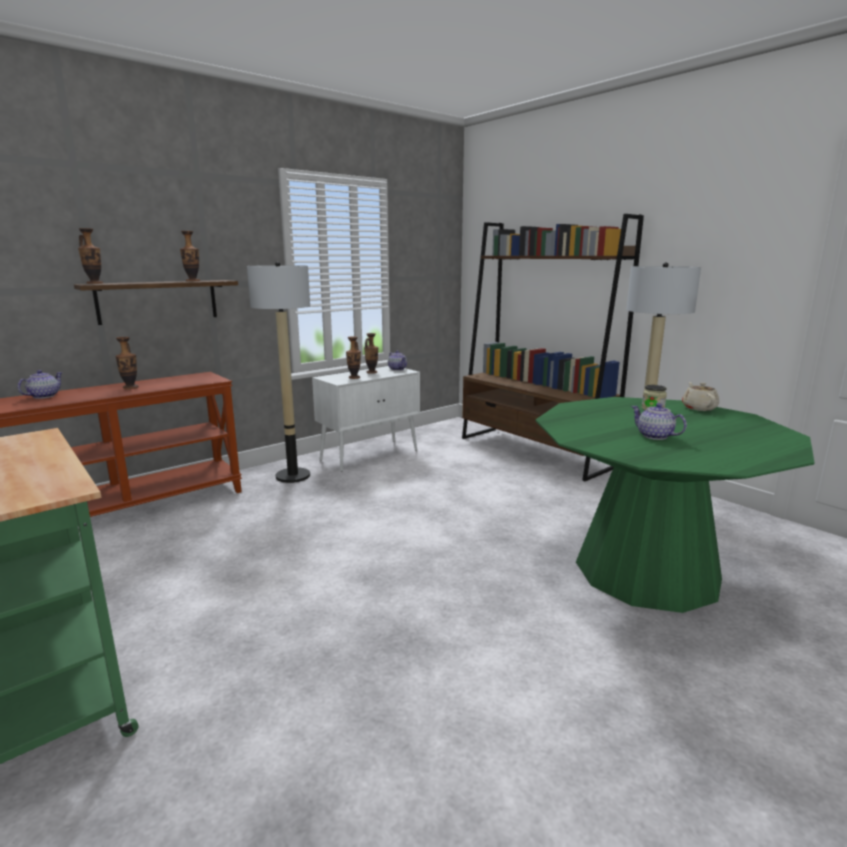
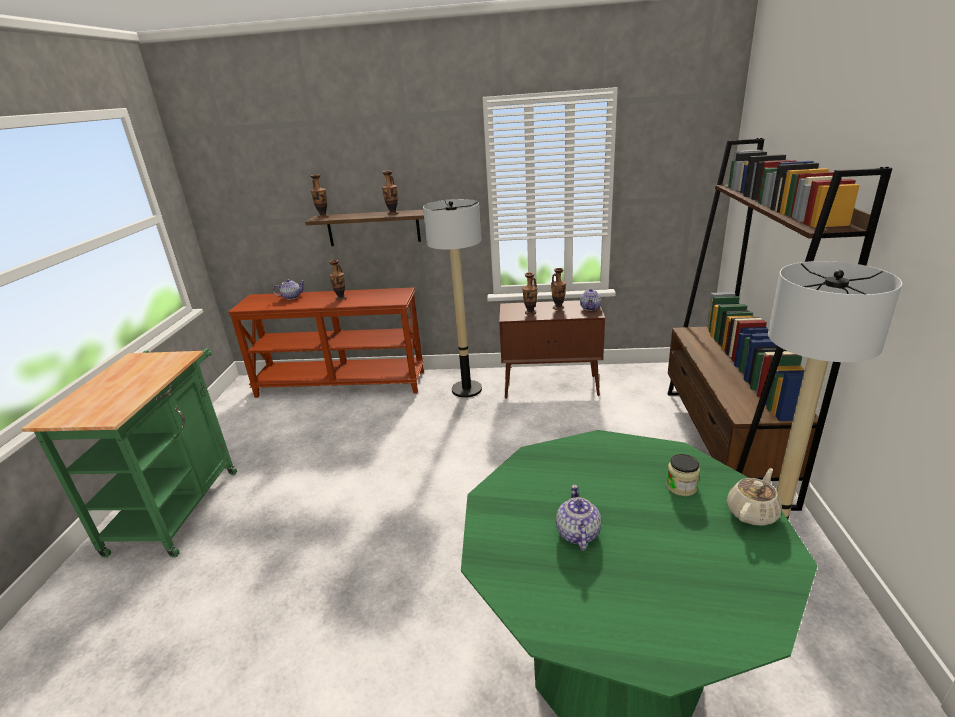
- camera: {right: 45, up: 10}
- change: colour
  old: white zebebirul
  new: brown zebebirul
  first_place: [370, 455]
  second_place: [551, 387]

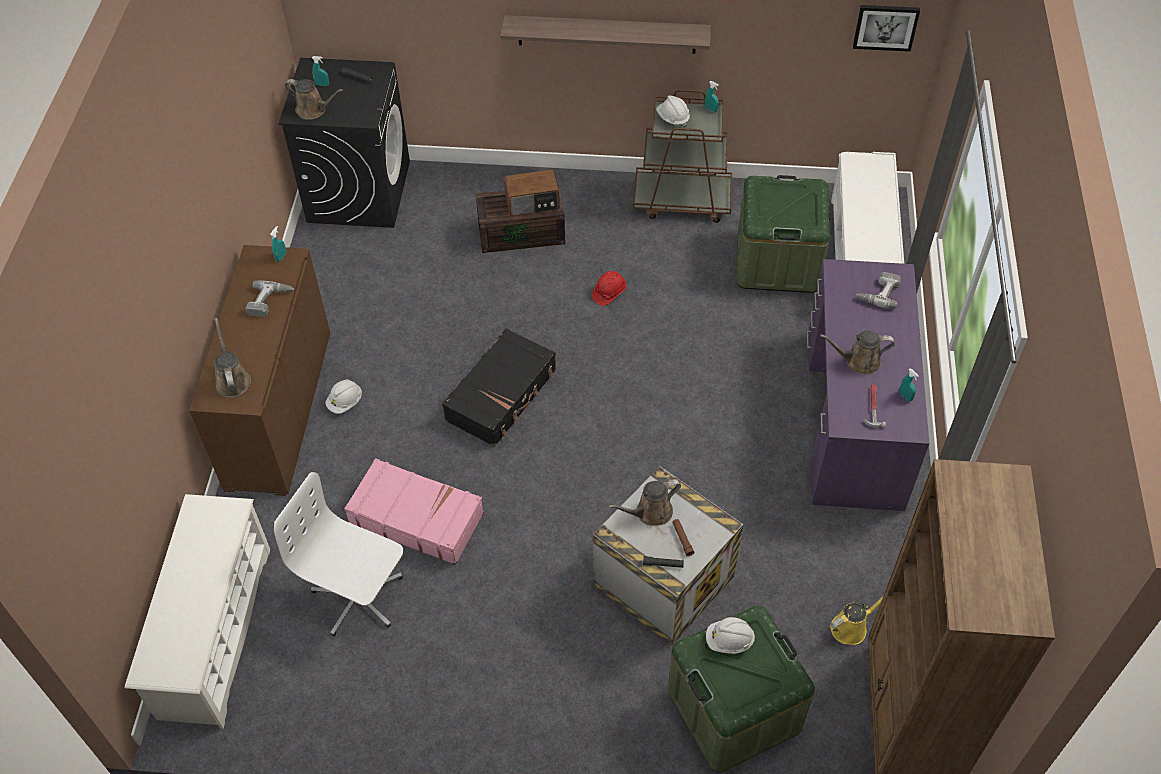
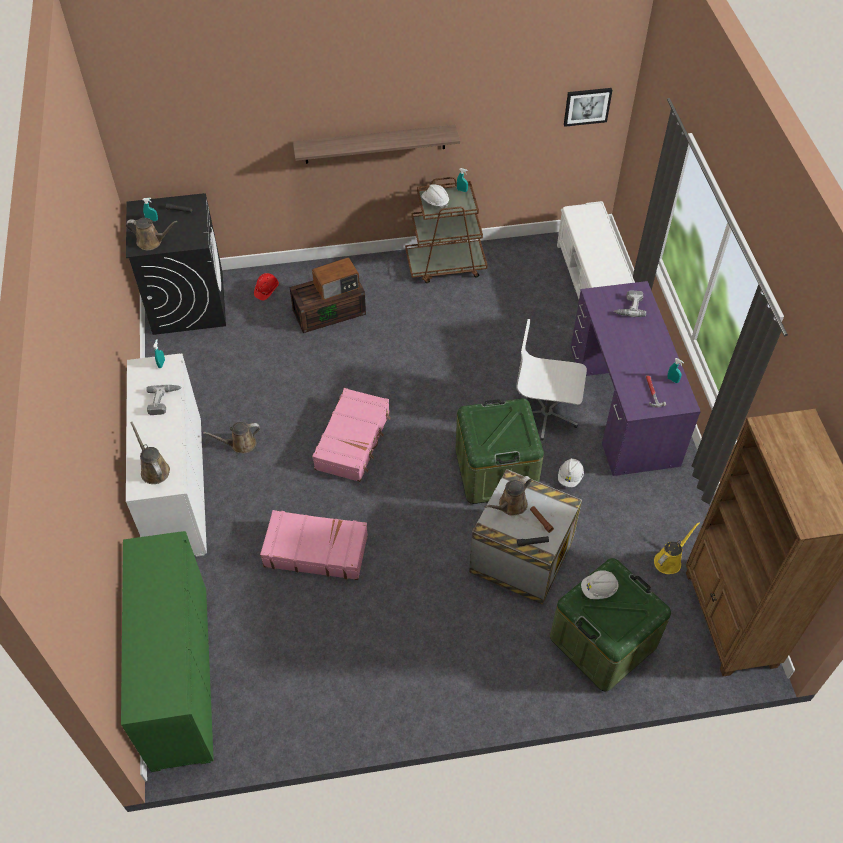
- camera: {right: -15, up: 0}
- change: relocated
  old: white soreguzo
  first_place: [358, 598]
  second_place: [546, 414]
- change: relocated
  old: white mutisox
  first_place: [345, 402]
  second_place: [570, 477]
- change: relocated
  old: red mutisox
  first_place: [609, 293]
  second_place: [266, 290]
- change: relocated
  old: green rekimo
  first_place: [777, 261]
  second_place: [495, 471]
- change: relocated
  old: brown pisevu
  first_place: [859, 361]
  second_place: [240, 444]
- change: exchanged
  old: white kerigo
  new: green zebebirul
  first_place: [215, 632]
  second_place: [180, 676]
- change: colour
  old: brown zebebirul
  new: white zebebirul
  first_place: [279, 410]
  second_place: [177, 488]
- change: colour
  old: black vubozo
  new: pink vubozo
  first_place: [502, 395]
  second_place: [353, 441]

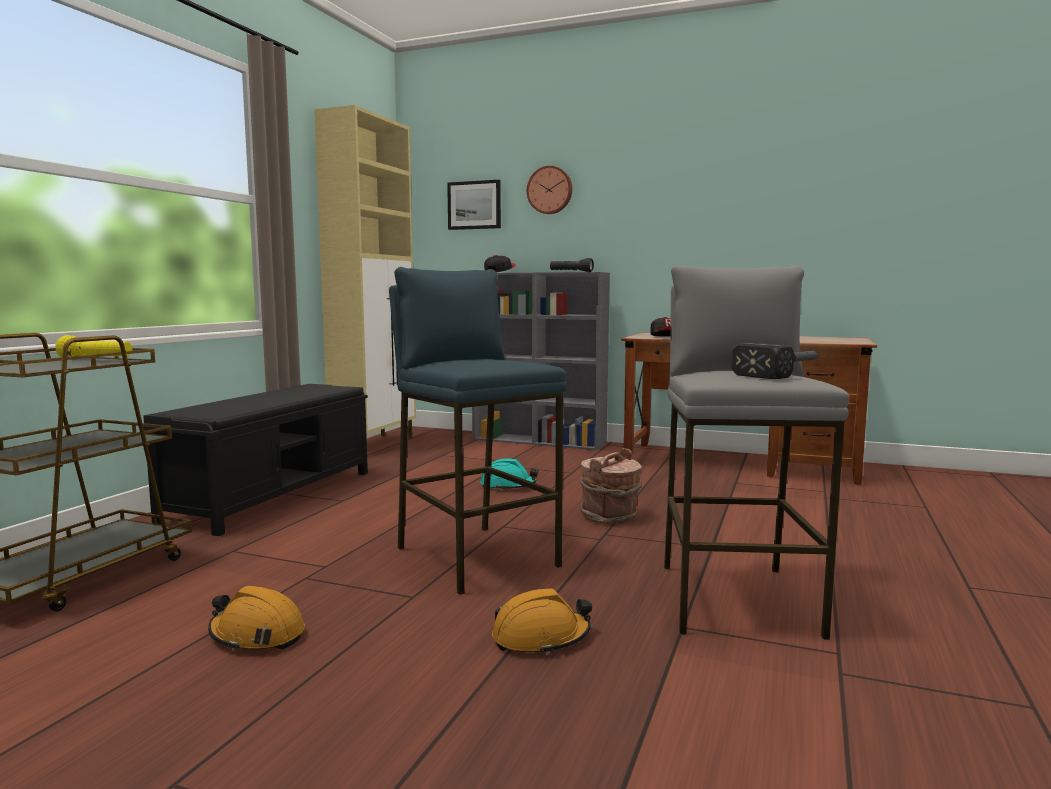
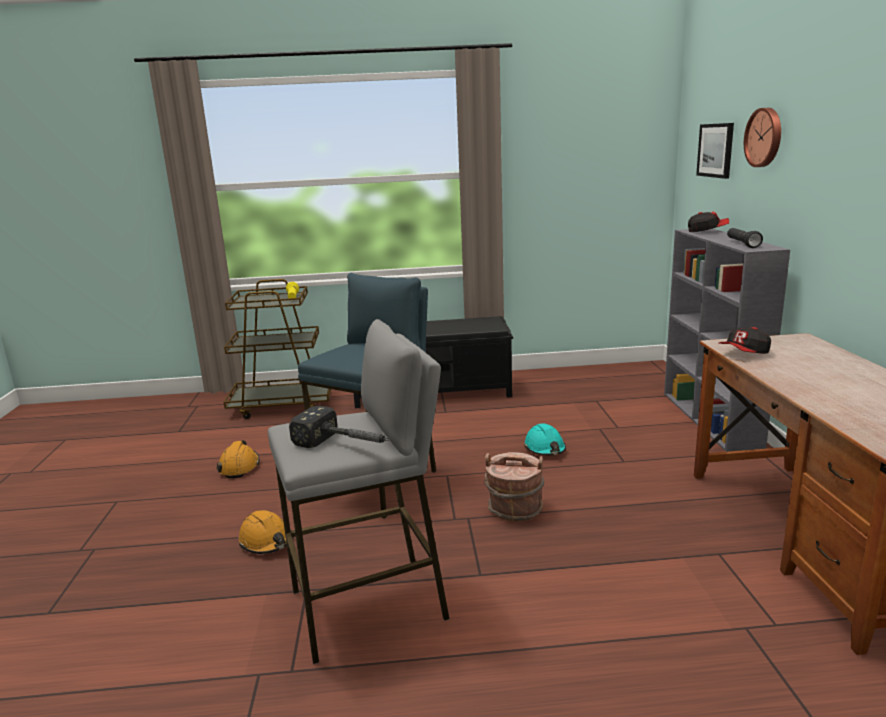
- camera: {right: 65, up: 10}
- change: missing
  old: beige zebebirul
  first_place: [375, 444]

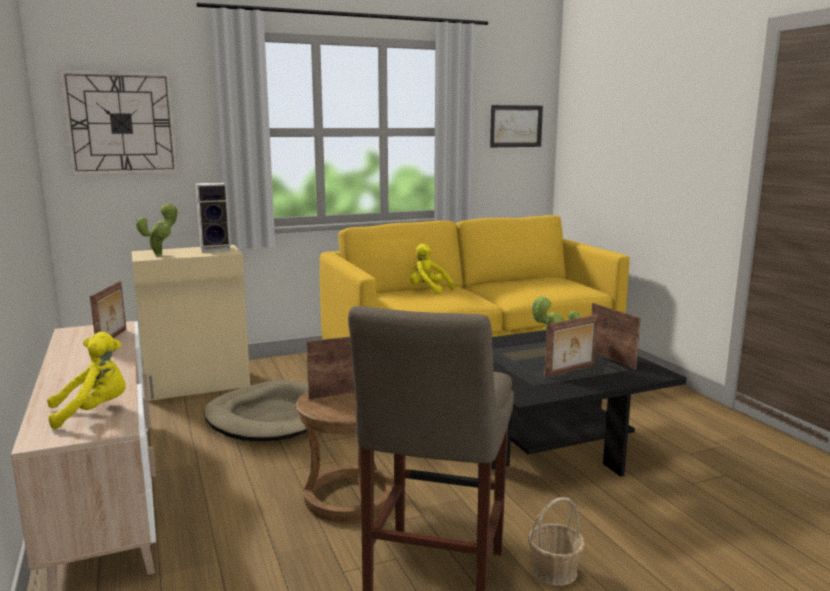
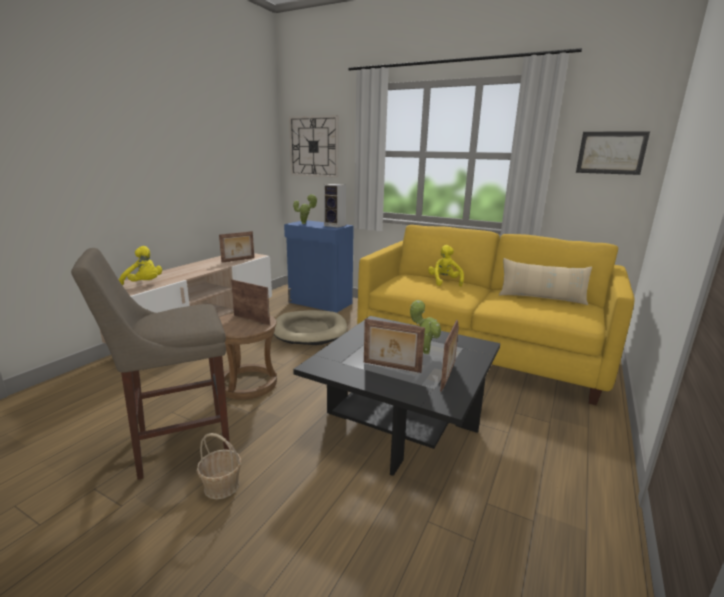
- camera: {right: 50, up: 5}
- change: appeared
  new: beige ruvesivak
  second_place: [541, 298]
- change: colour
  old: beige zebebirul
  new: blue zebebirul
  first_place: [198, 385]
  second_place: [320, 303]

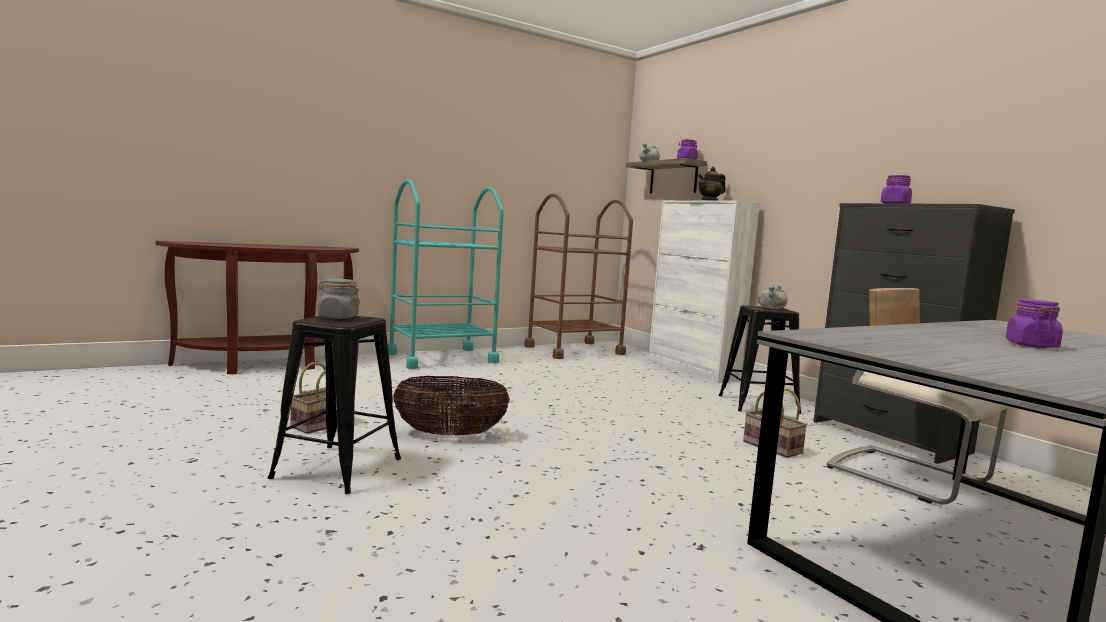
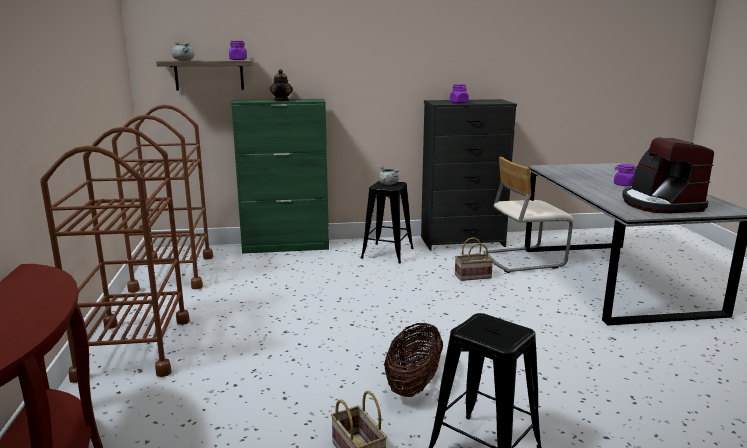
- camera: {right: -65, up: 10}
- change: missing
  old: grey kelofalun
  first_place: [338, 317]
- change: appeared
  new: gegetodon
  second_place: [660, 204]
- change: colour
  old: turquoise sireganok
  new: brown sireganok
  first_place: [441, 358]
  second_place: [135, 348]
- change: colour
  old: white zebebirul
  new: green zebebirul
  first_place: [692, 370]
  second_place: [286, 247]

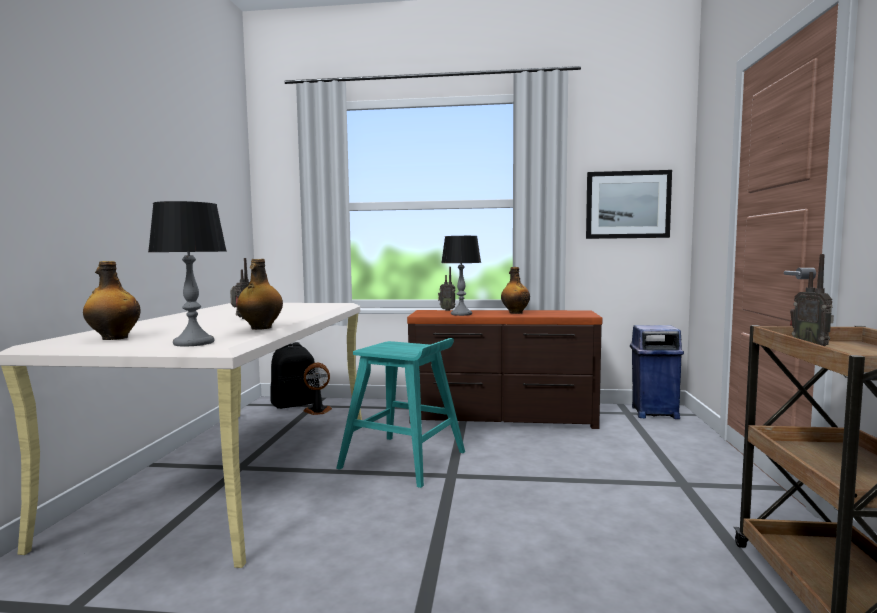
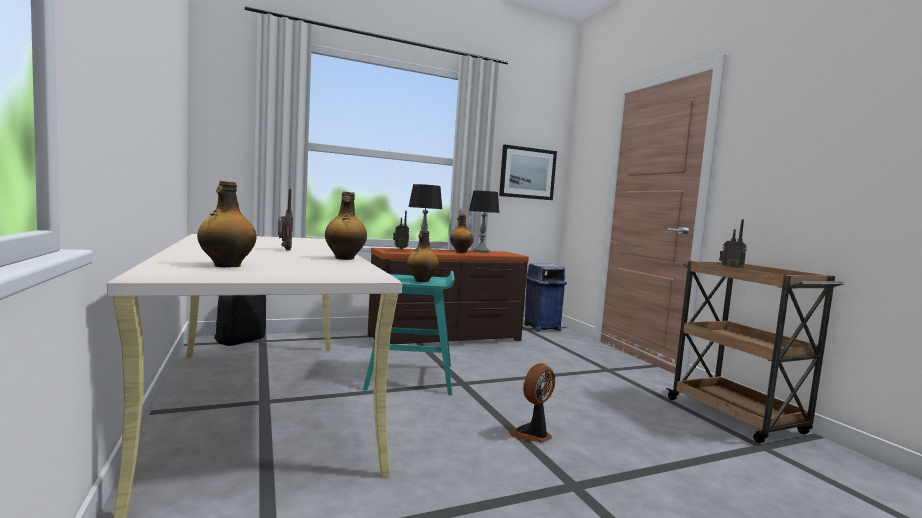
- camera: {right: -30, up: 0}
- change: appeared
  new: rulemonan
  second_place: [421, 281]
- change: relocated
  old: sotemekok
  first_place: [194, 343]
  second_place: [481, 251]
- change: relocated
  old: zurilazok
  first_place: [317, 411]
  second_place: [533, 434]

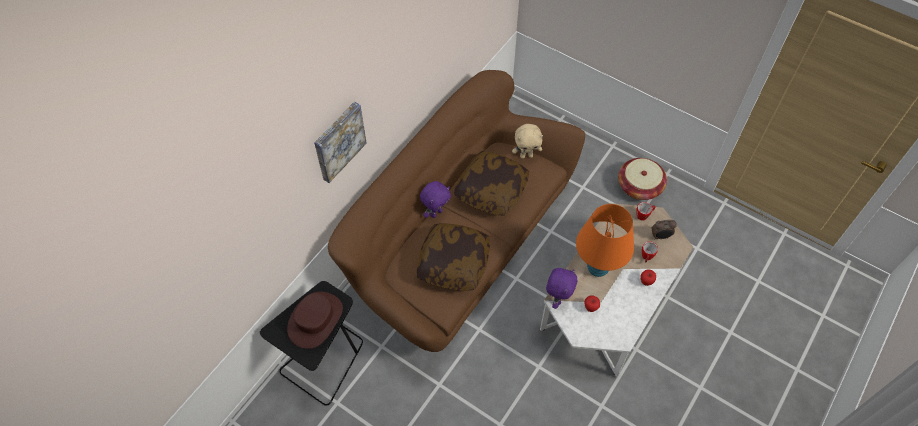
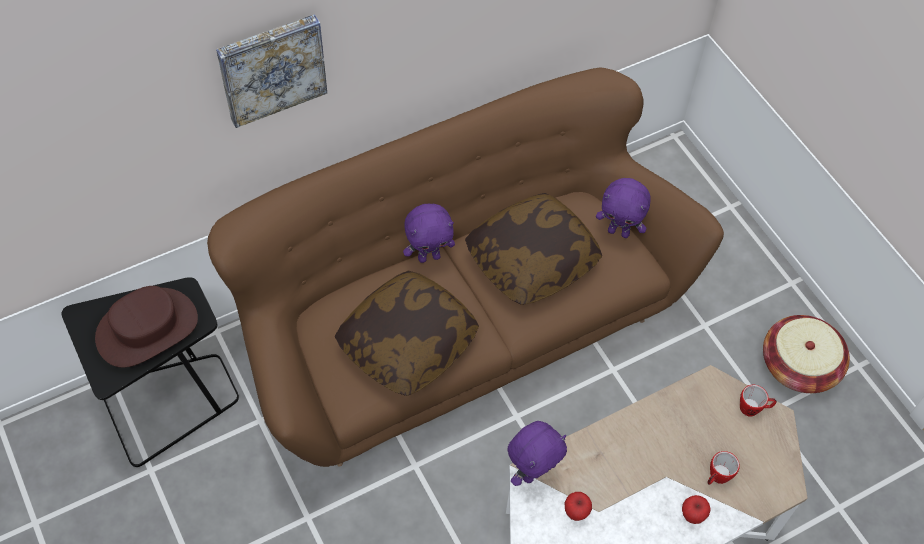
- camera: {right: 25, up: 0}
- change: missing
  old: orange sotemekok
  first_place: [597, 268]
- change: missing
  old: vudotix
  first_place: [660, 236]
- change: colour
  old: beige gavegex
  new: purple gavegex
  first_place: [526, 155]
  second_place: [619, 232]

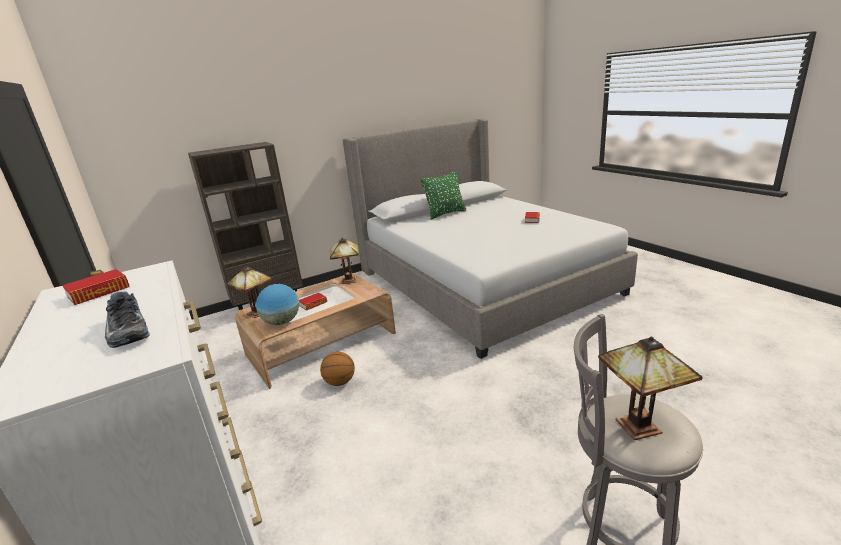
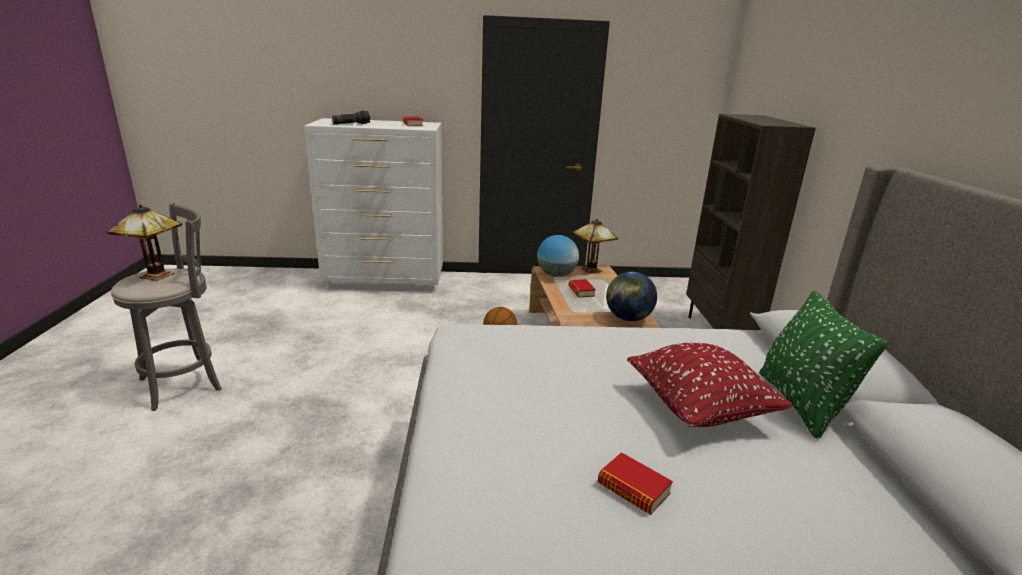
- camera: {right: 115, up: 0}
- change: appeared
  new: red ruvesivak
  second_place: [699, 408]
- change: exchanged
  old: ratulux
  new: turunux
  first_place: [126, 331]
  second_place: [351, 124]
- change: exchanged
  old: sotemekok
  new: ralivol
  first_place: [349, 281]
  second_place: [628, 318]

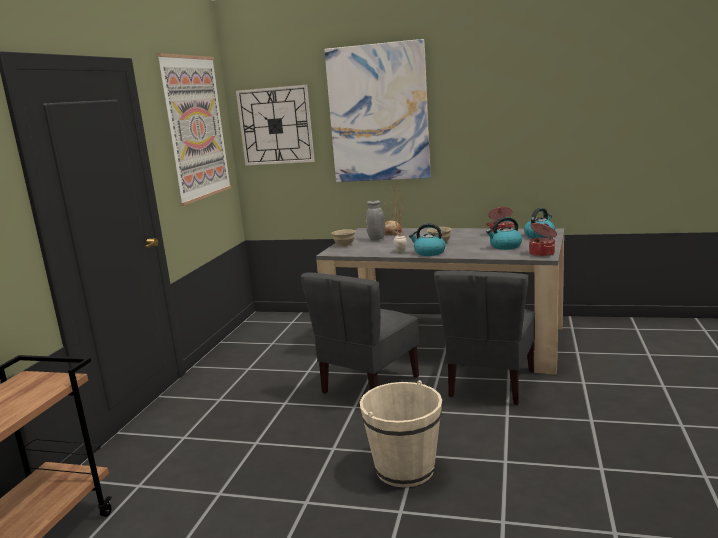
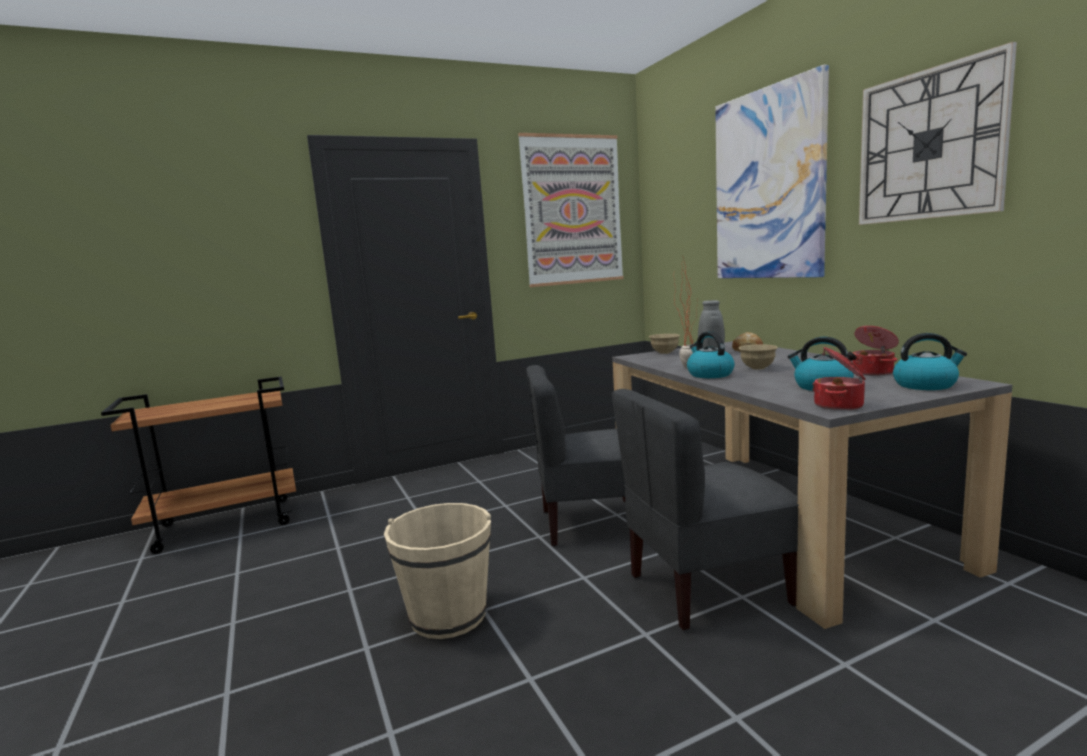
- camera: {right: 50, up: -5}
- change: relocated
  old: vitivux
  first_place: [275, 126]
  second_place: [929, 145]

